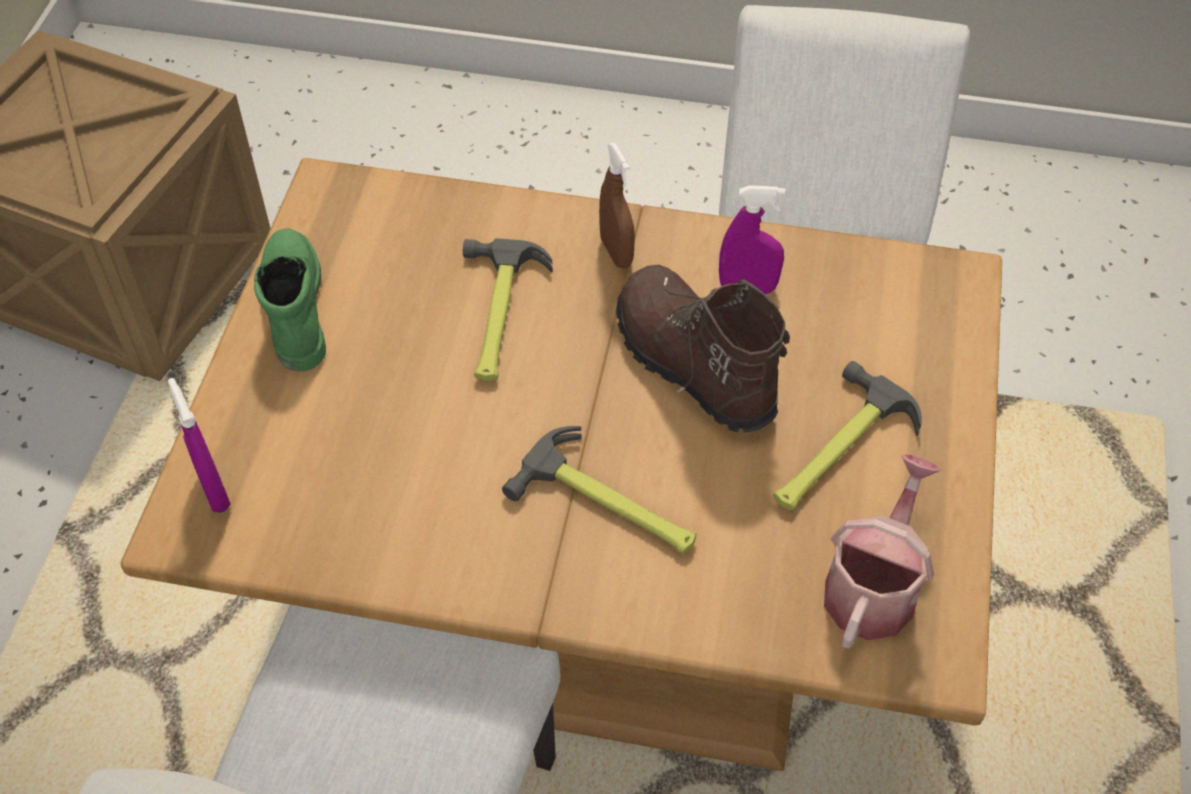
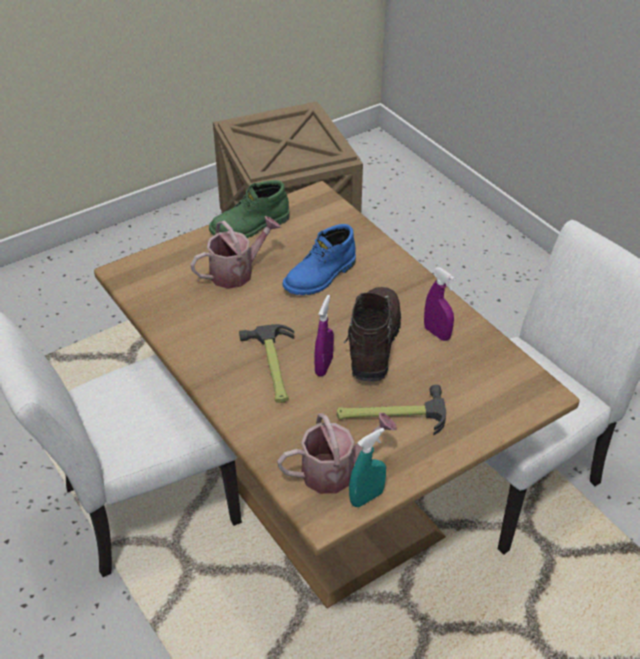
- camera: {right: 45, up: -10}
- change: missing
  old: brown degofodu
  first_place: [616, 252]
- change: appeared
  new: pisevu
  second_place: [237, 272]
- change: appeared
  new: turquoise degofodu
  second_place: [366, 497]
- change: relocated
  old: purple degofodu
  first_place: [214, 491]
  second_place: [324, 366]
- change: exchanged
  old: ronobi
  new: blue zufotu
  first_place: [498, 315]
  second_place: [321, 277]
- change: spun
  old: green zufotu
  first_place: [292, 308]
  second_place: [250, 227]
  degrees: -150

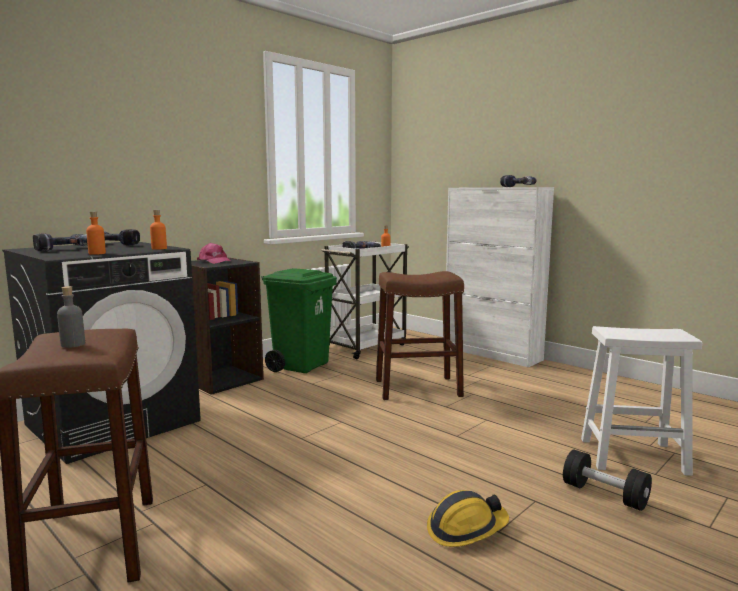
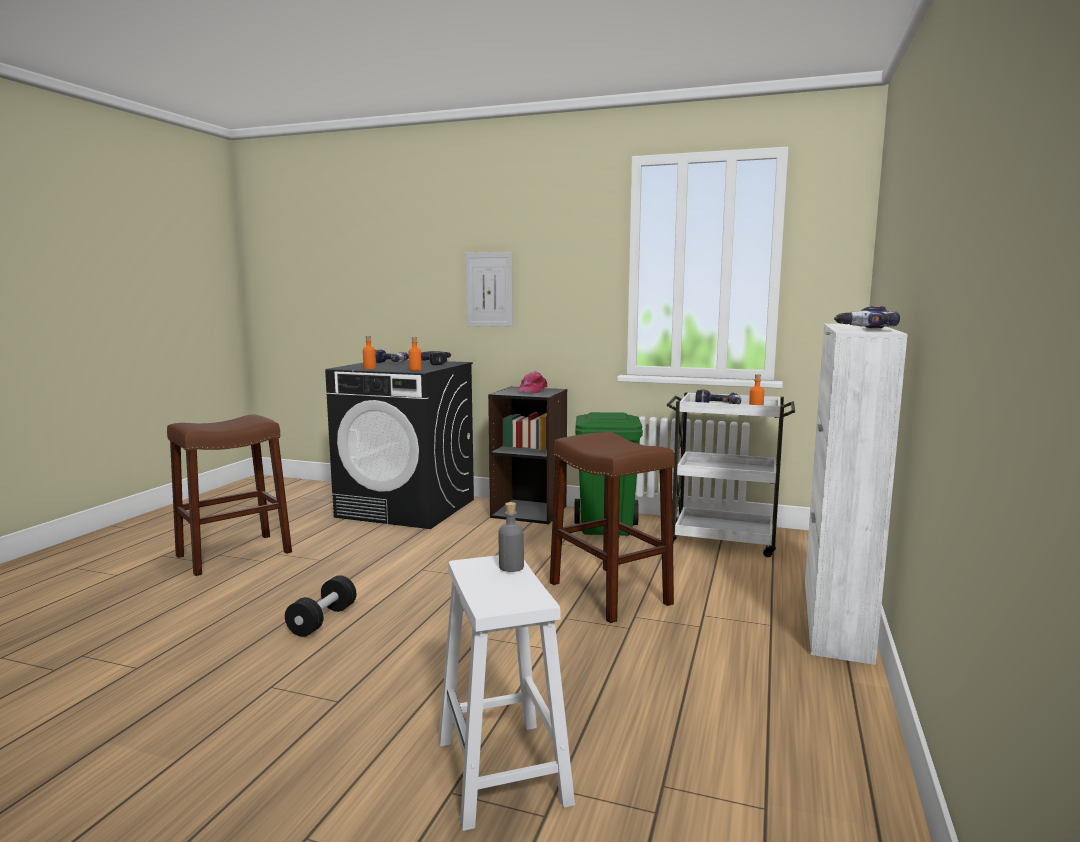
- camera: {right: 65, up: 0}
- change: missing
  old: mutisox
  first_place: [466, 529]
- change: appeared
  new: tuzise
  second_place: [489, 289]
- change: relocated
  old: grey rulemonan
  first_place: [73, 344]
  second_place: [511, 567]
- change: relocated
  old: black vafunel
  first_place: [604, 495]
  second_place: [323, 620]

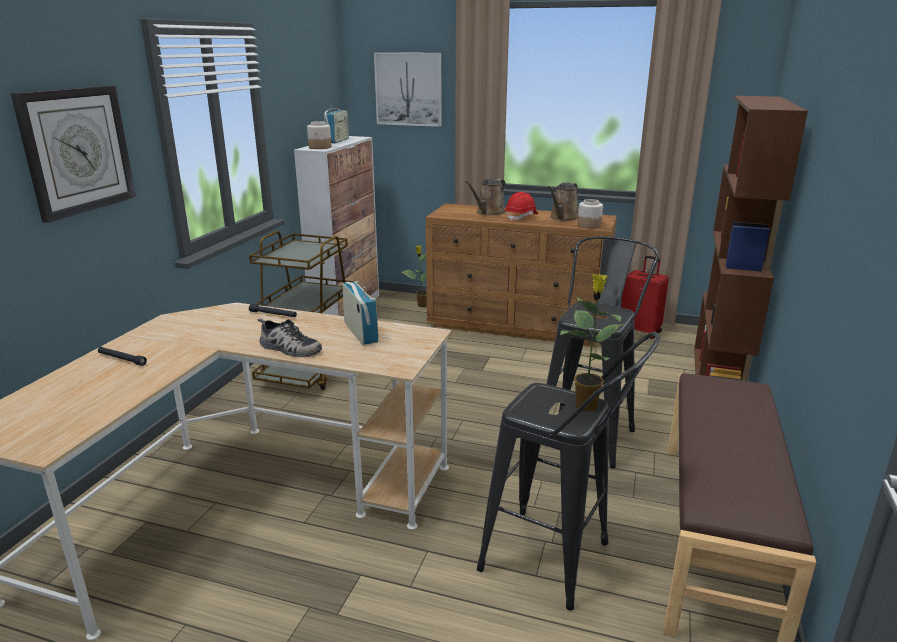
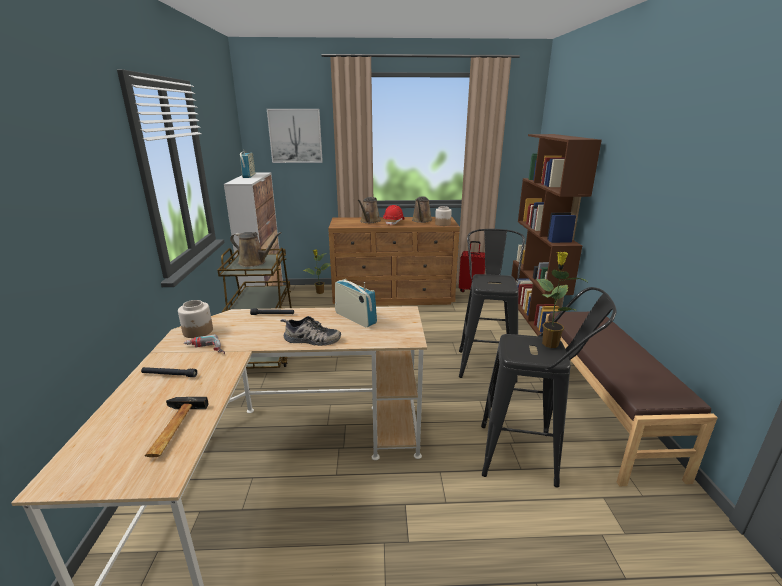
- camera: {right: -20, up: 0}
- change: missing
  old: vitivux
  first_place: [77, 151]
- change: appeared
  new: ronobi
  second_place: [171, 429]
- change: appeared
  new: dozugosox
  second_place: [204, 350]
- change: appeared
  new: brown pisevu
  second_place: [254, 262]
- change: relocated
  old: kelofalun
  first_place: [320, 147]
  second_place: [198, 331]

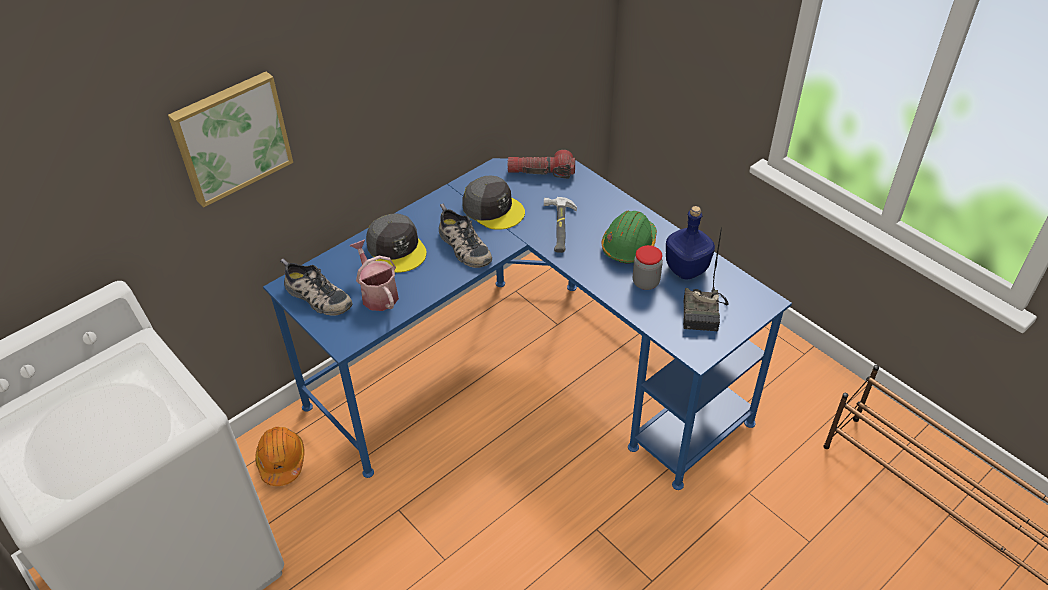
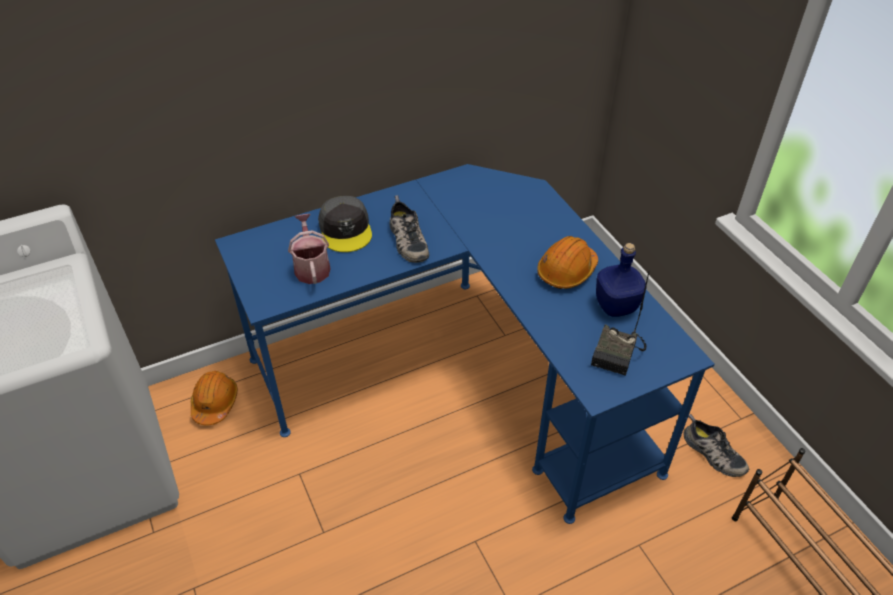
- camera: {right: 15, up: 0}
- change: missing
  old: tuzise
  first_place: [231, 137]
- change: missing
  old: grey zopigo
  first_place: [493, 209]
- change: missing
  old: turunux
  first_place: [541, 172]
- change: missing
  old: ronobi
  first_place: [559, 227]
- change: missing
  old: kelofalun
  first_place: [645, 282]
- change: relocated
  old: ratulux
  first_place: [316, 297]
  second_place: [712, 453]
- change: colour
  old: green mutisox
  new: orange mutisox
  first_place: [629, 245]
  second_place: [566, 271]

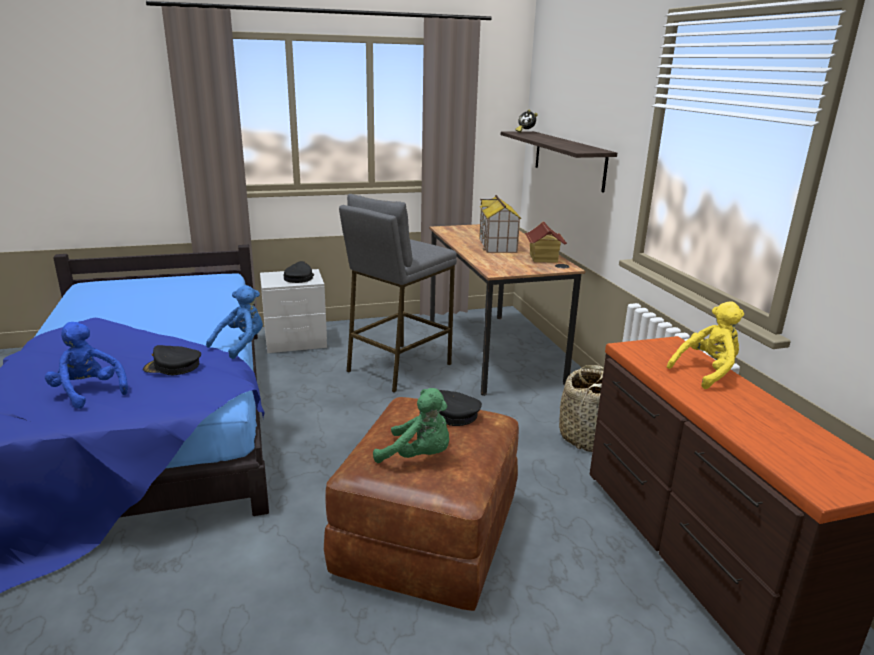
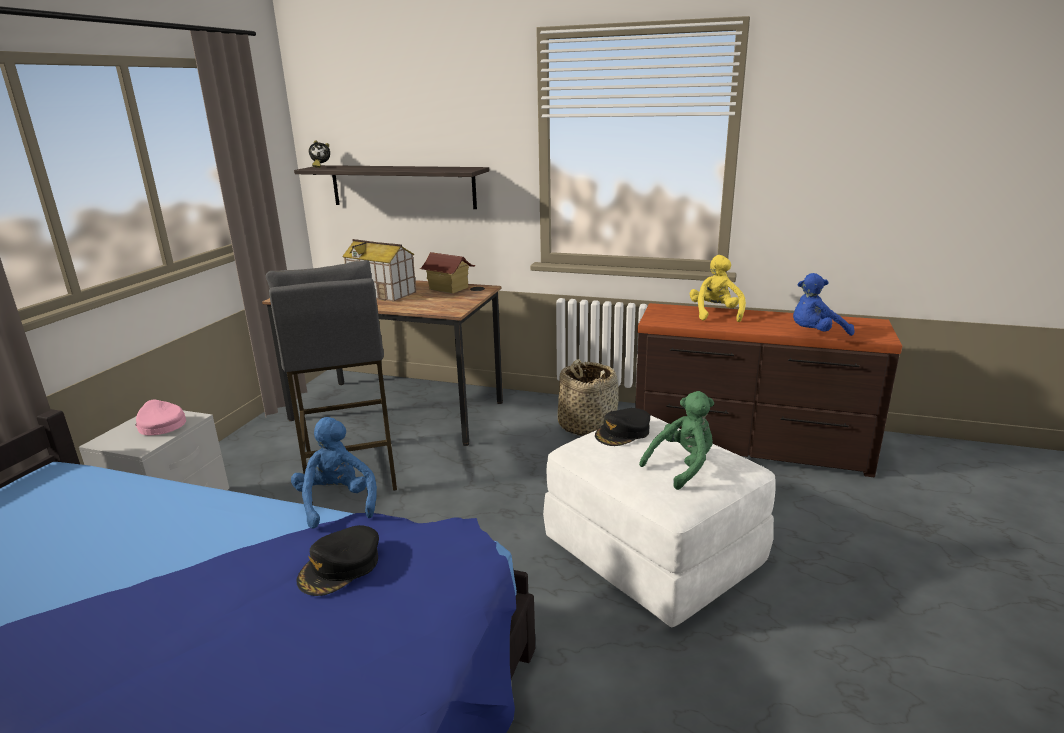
- camera: {right: -55, up: 0}
- change: relocated
  old: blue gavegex
  first_place: [88, 392]
  second_place: [815, 334]
- change: colour
  old: black zopigo
  new: pink zopigo
  first_place: [299, 278]
  second_place: [160, 424]
- change: colour
  old: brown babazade
  new: white babazade
  first_place: [429, 538]
  second_place: [654, 553]

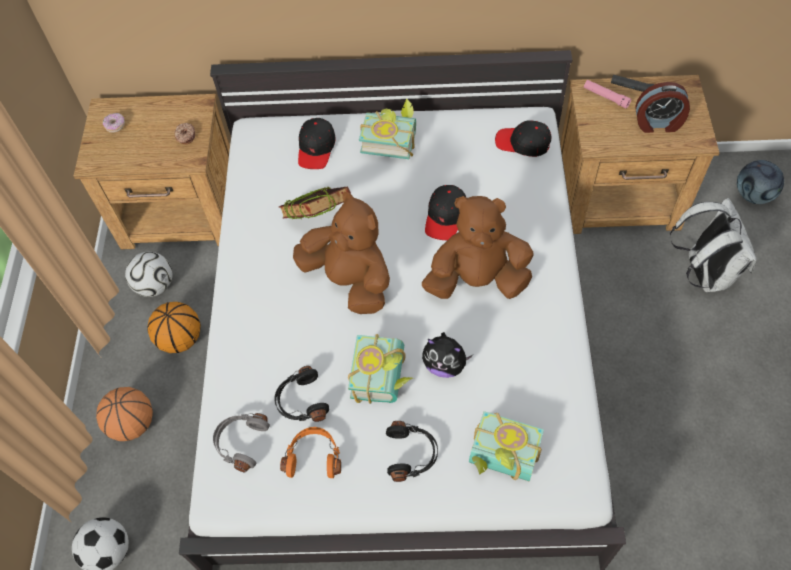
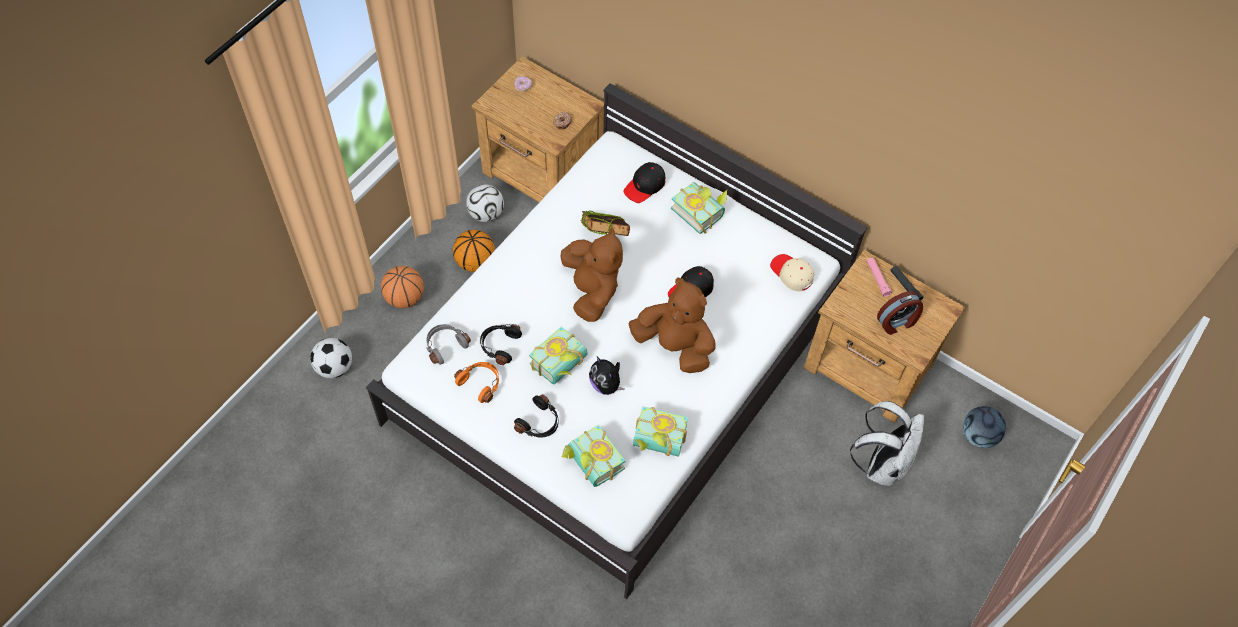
- camera: {right: 30, up: 0}
- change: appeared
  new: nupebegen
  second_place: [658, 443]
- change: colour
  old: black zopigo
  new: beige zopigo
  first_place: [523, 143]
  second_place: [791, 274]
- change: spun
  old: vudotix
  first_place: [658, 123]
  second_place: [897, 322]
  degrees: -60

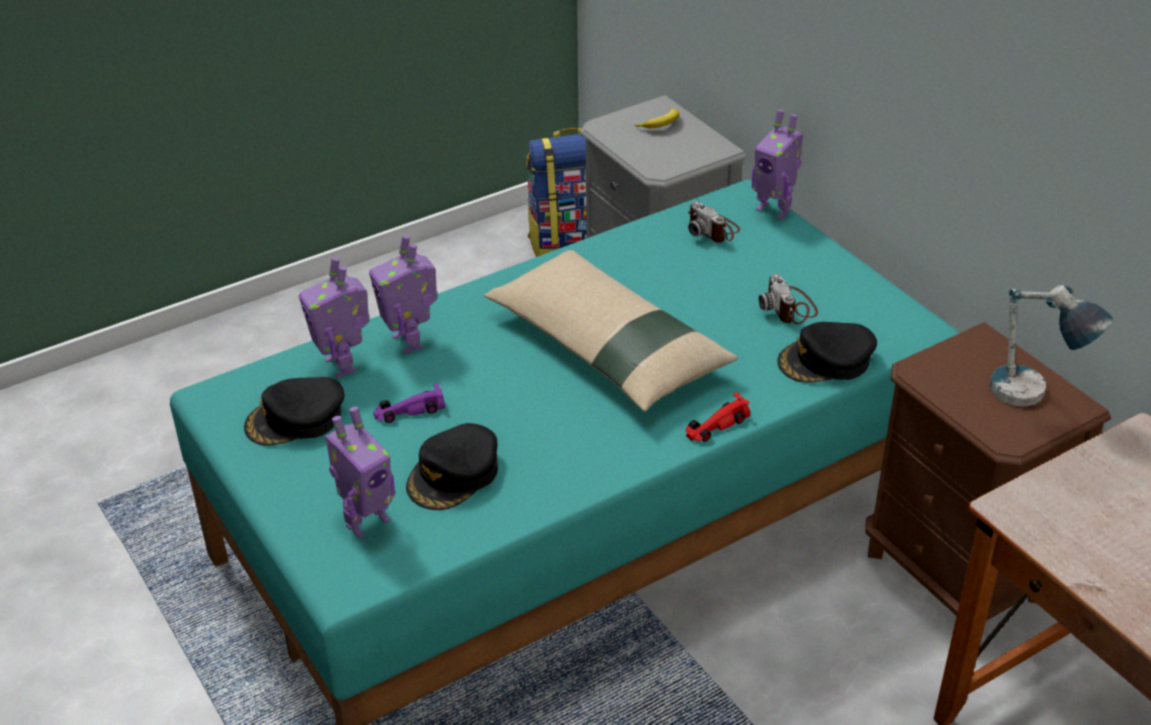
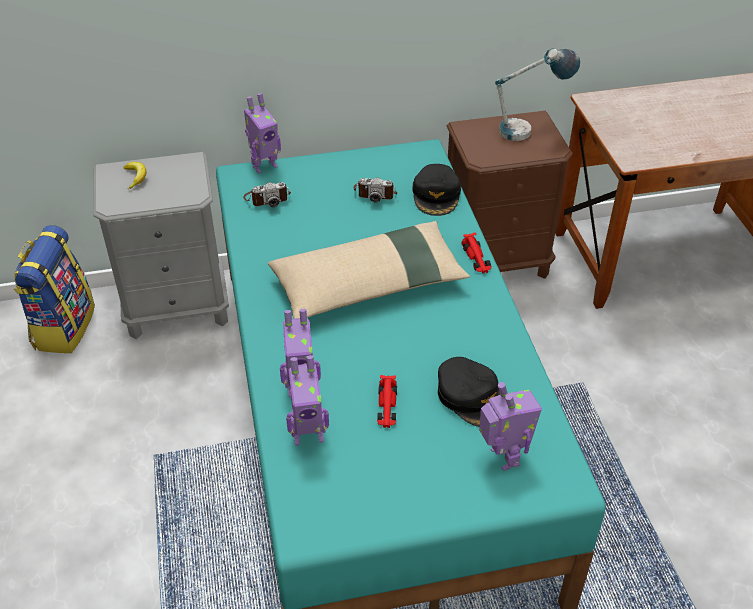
- camera: {right: -70, up: 5}
- change: missing
  old: black zopigo
  first_place: [296, 419]
- change: colour
  old: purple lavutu
  new: red lavutu
  first_place: [408, 410]
  second_place: [387, 406]

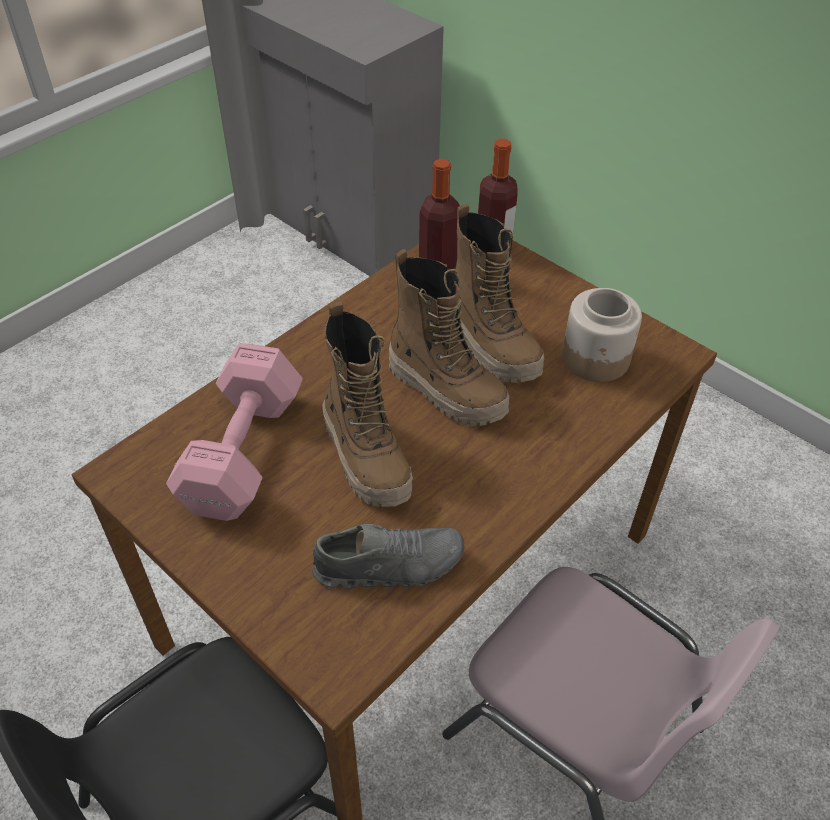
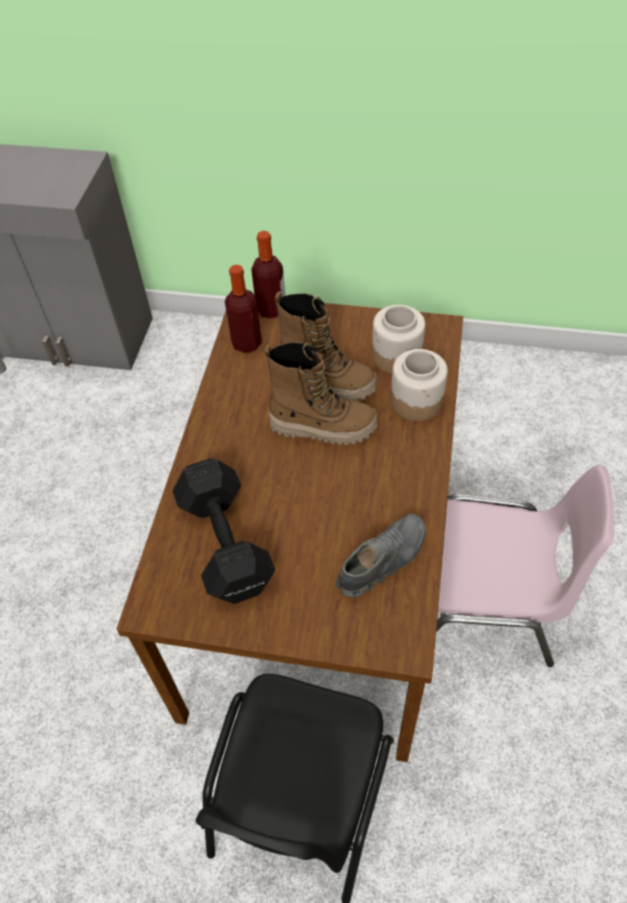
- camera: {right: -30, up: 5}
- change: missing
  old: zufotu
  first_place: [367, 457]
- change: appeared
  new: kelofalun
  second_place: [417, 401]
- change: colour
  old: pink vafunel
  new: black vafunel
  first_place: [245, 449]
  second_place: [225, 540]

